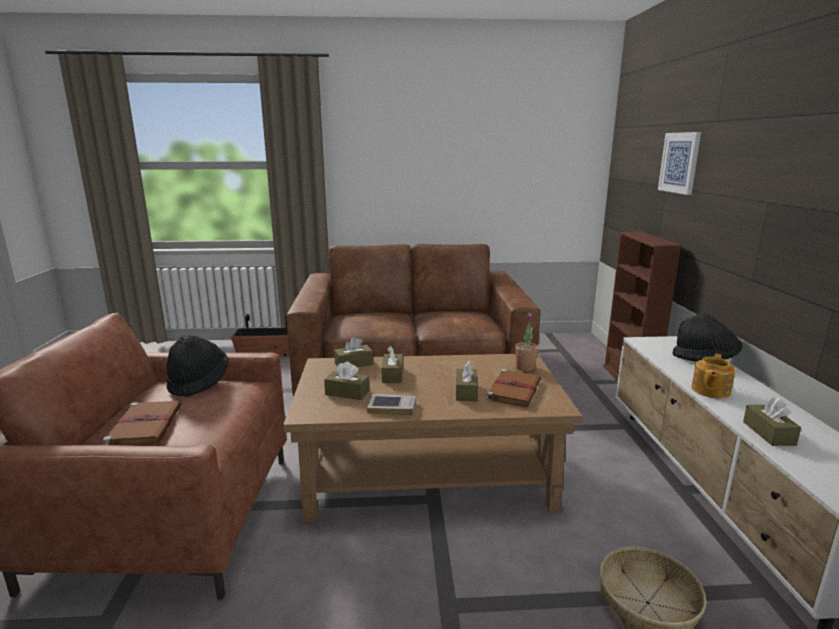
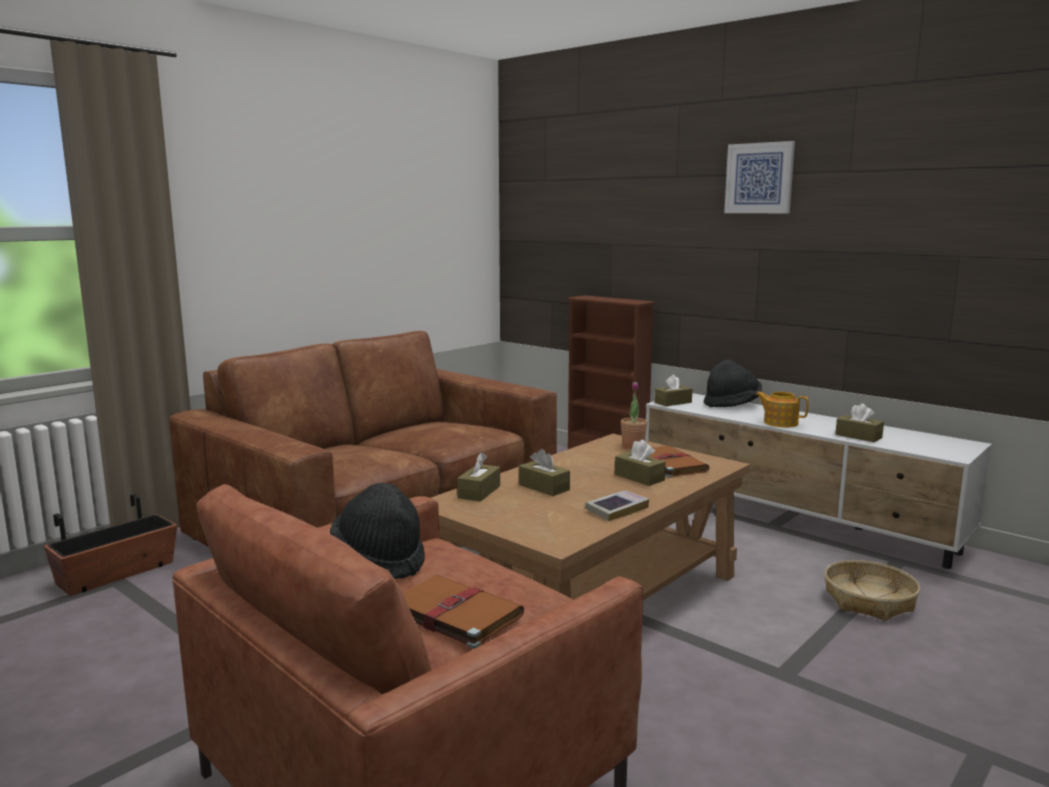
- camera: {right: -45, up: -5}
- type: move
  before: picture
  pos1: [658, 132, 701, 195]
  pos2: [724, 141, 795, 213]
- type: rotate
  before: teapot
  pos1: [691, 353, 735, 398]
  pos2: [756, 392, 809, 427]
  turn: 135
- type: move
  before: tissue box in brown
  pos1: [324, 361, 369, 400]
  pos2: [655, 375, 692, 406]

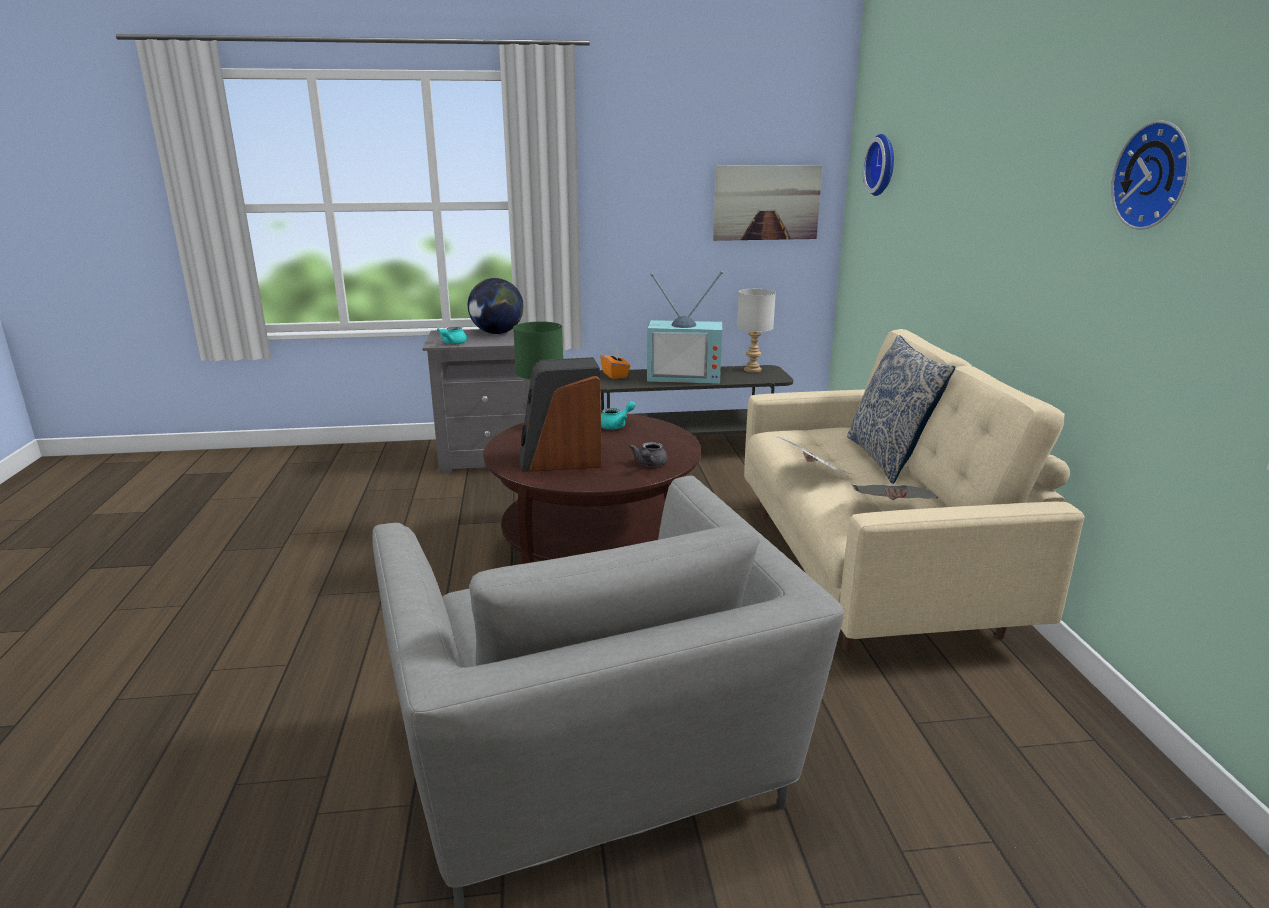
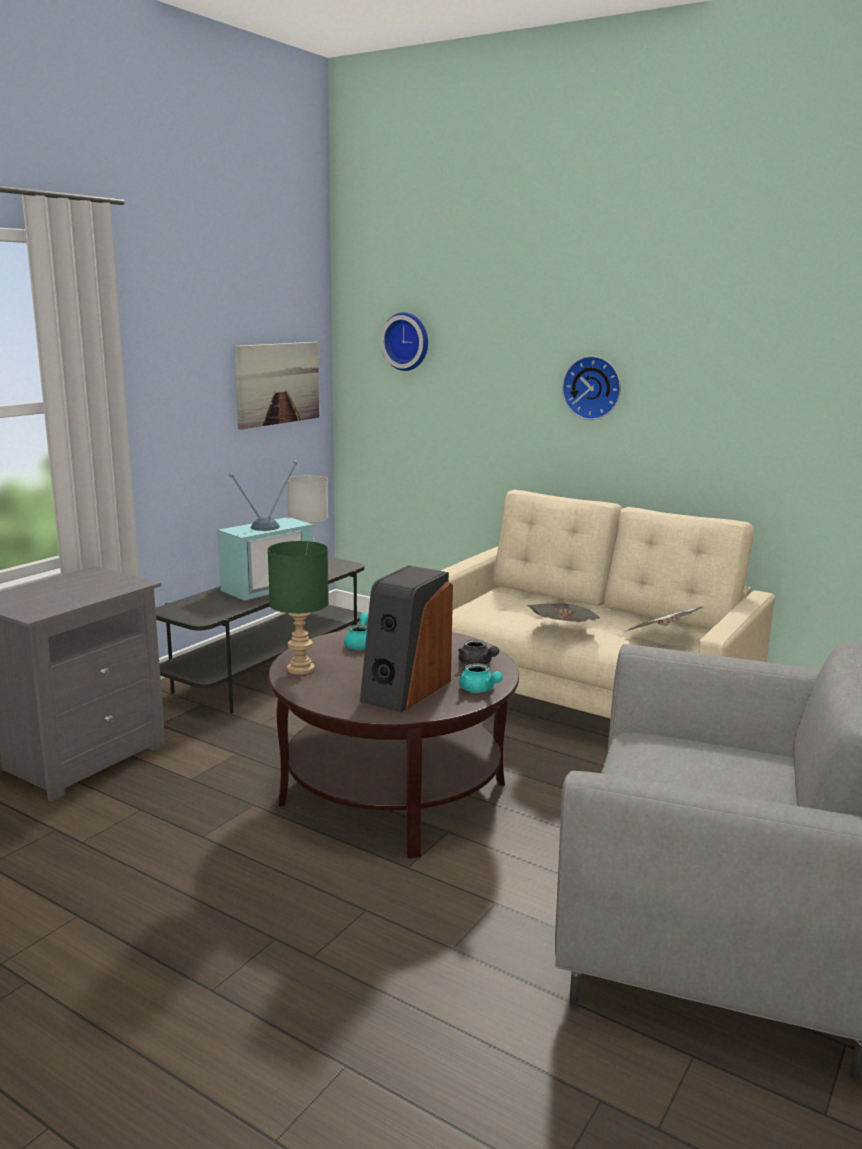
- camera: {right: -50, up: -5}
- type: move
  before: wall clock
  pos1: [1111, 121, 1190, 229]
  pos2: [562, 356, 621, 420]
- type: delete
  before: globe
  pos1: [468, 278, 524, 334]
- type: move
  before: teapot in turquoise
  pos1: [437, 327, 467, 344]
  pos2: [459, 663, 503, 693]
- type: delete
  before: pillow
  pos1: [847, 335, 955, 484]
- type: delete
  before: tissue box in orange
  pos1: [600, 348, 630, 379]

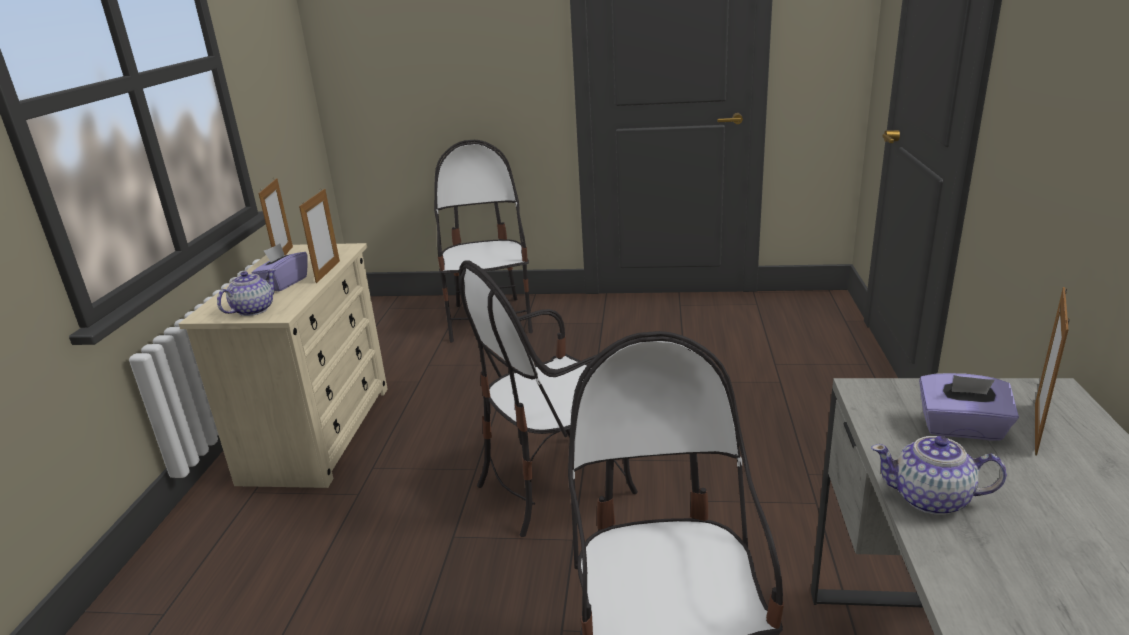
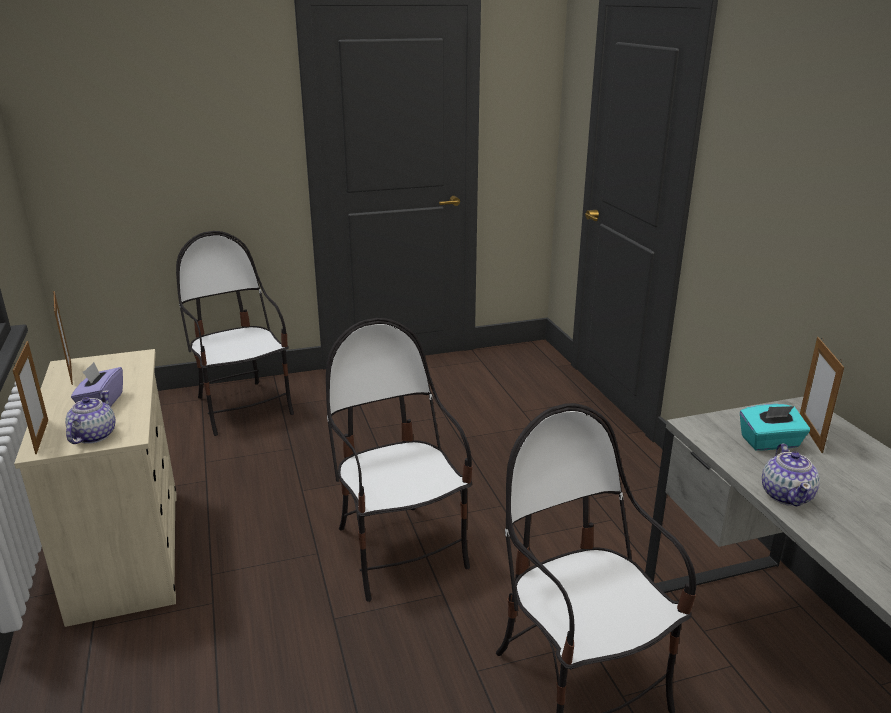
- camera: {right: -25, up: 0}
- type: move
  before: picture frame
  pos1: [299, 188, 340, 283]
  pos2: [13, 341, 48, 454]
- type: rotate
  before: chair
  pos1: [459, 260, 638, 537]
  pos2: [326, 318, 473, 602]
  turn: 120
- type: recolor
  before: tissue box in purple
  after: tissue box in turquoise
  pos1: [919, 373, 1019, 441]
  pos2: [740, 404, 810, 451]
- type: rotate
  before: teapot
  pos1: [871, 436, 1007, 515]
  pos2: [762, 443, 820, 506]
  turn: -75

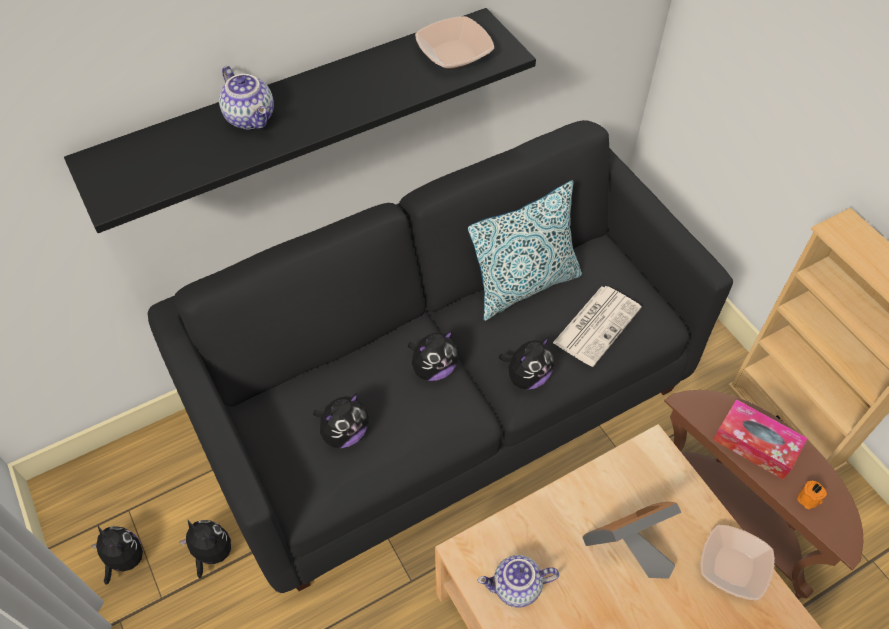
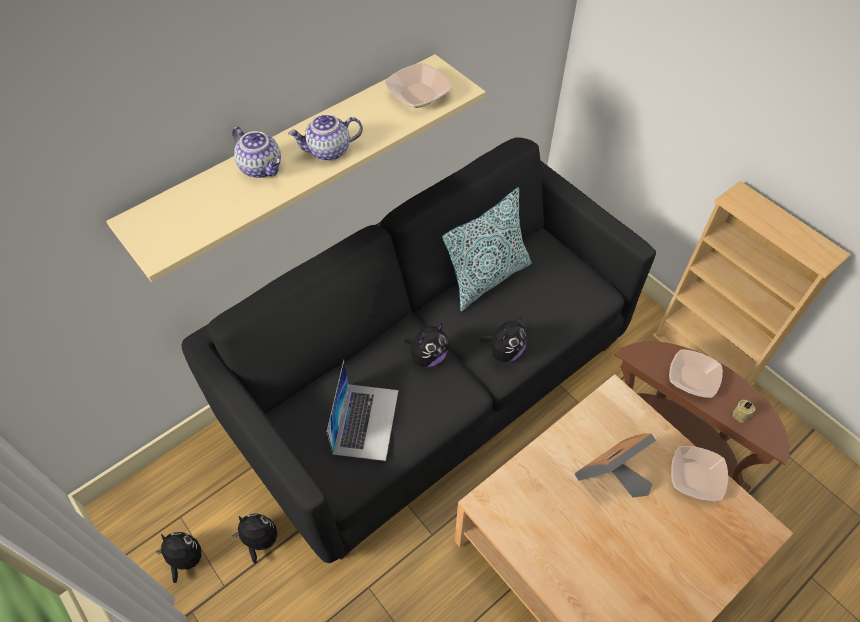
- camera: {right: -10, up: 0}
- type: recolor
  before: shelf in black
  after: shelf in beige
  pos1: [64, 8, 536, 233]
  pos2: [106, 54, 486, 282]
- type: delete
  before: newspaper
  pos1: [553, 286, 642, 367]
- type: replace
  before: plush toy
  after: laptop
  pos1: [313, 393, 368, 448]
  pos2: [327, 360, 398, 461]
- type: replace
  before: tissue box
  after: bowl
  pos1: [713, 399, 808, 480]
  pos2: [669, 349, 723, 398]
- type: recolor
  before: candle in orange
  after: candle in beige
  pos1: [797, 480, 827, 509]
  pos2: [733, 400, 756, 423]
- type: move
  before: teapot
  pos1: [477, 555, 559, 608]
  pos2: [288, 114, 363, 161]

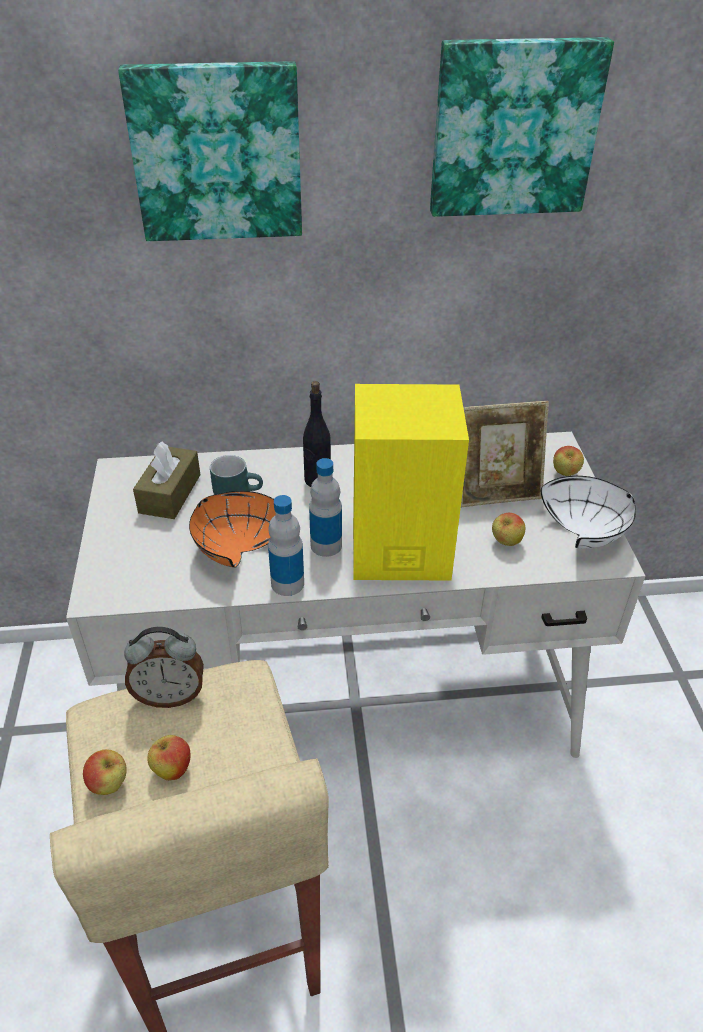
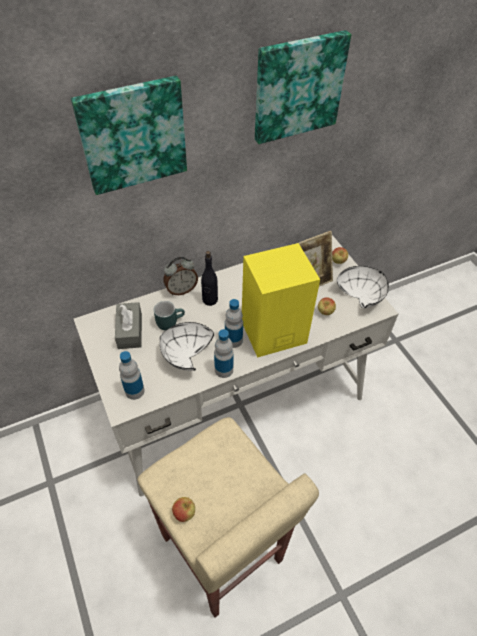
- camera: {right: -20, up: 10}
- type: recolor
  before: tissue box in brown
  after: tissue box in grey
  pos1: [133, 442, 201, 519]
  pos2: [115, 302, 142, 349]
- type: recolor
  before: bowl in orange
  after: bowl in white
  pos1: [189, 491, 276, 568]
  pos2: [160, 322, 214, 371]
- type: move
  before: alarm clock
  pos1: [124, 627, 204, 708]
  pos2: [163, 257, 198, 295]
- type: delete
  before: apple
  pos1: [147, 735, 190, 781]
- type: insert
  after: bottle
  pos2: [119, 351, 145, 400]

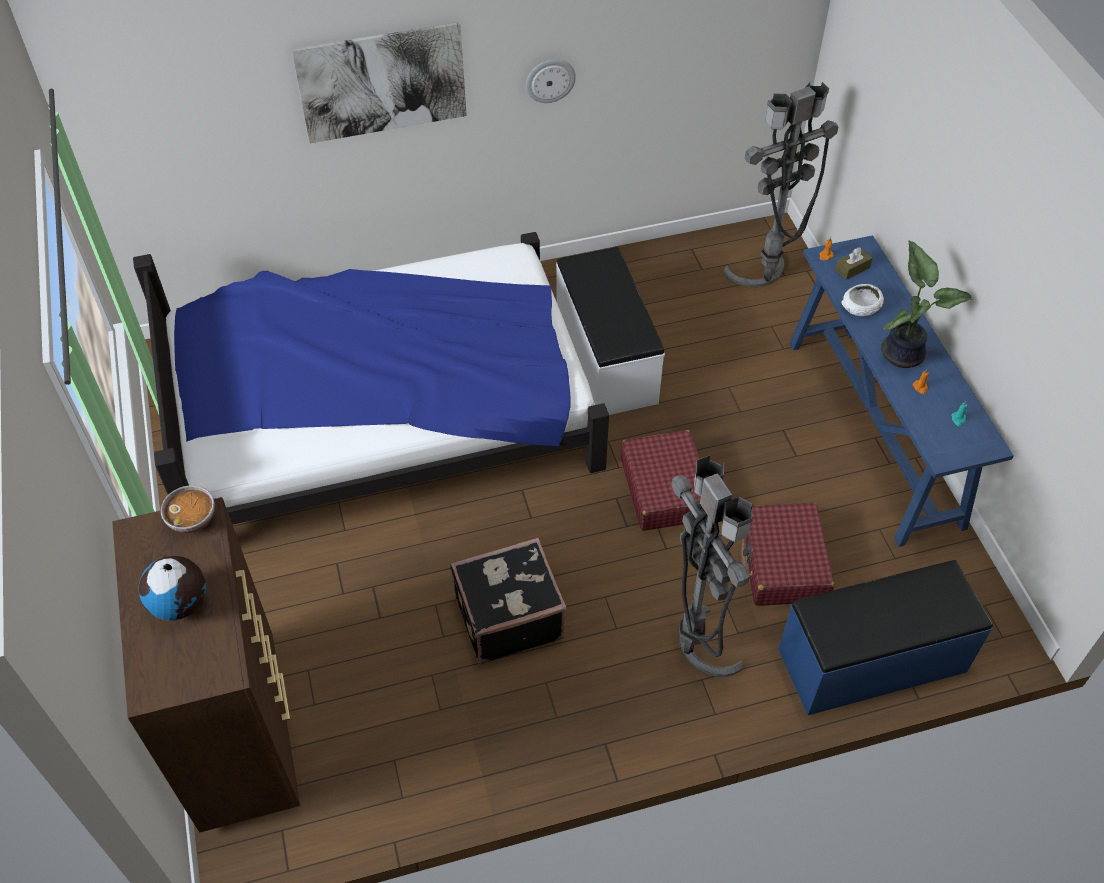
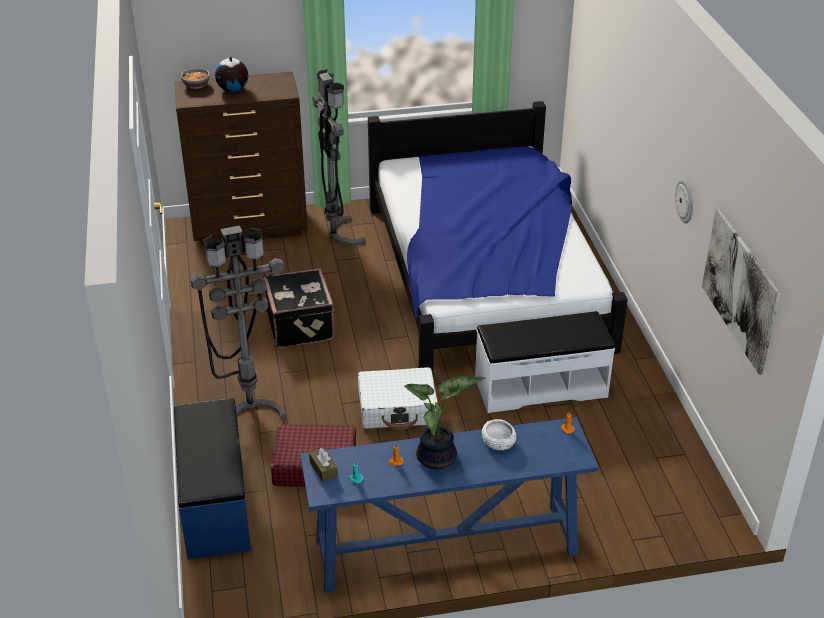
- camera: {right: 95, up: -15}
- type: move
  before: picture
  pos1: [291, 22, 467, 143]
  pos2: [702, 208, 781, 375]
- type: move
  before: floor lamp in grey
  pos1: [724, 82, 838, 287]
  pos2: [312, 69, 365, 246]
- type: move
  before: tissue box in brown
  pos1: [835, 248, 872, 280]
  pos2: [309, 448, 338, 482]
- type: recolor
  before: suitcase in red
  after: suitcase in white
  pos1: [621, 430, 708, 531]
  pos2: [358, 367, 438, 430]
- type: move
  before: bowl
  pos1: [161, 485, 215, 533]
  pos2: [181, 68, 210, 89]

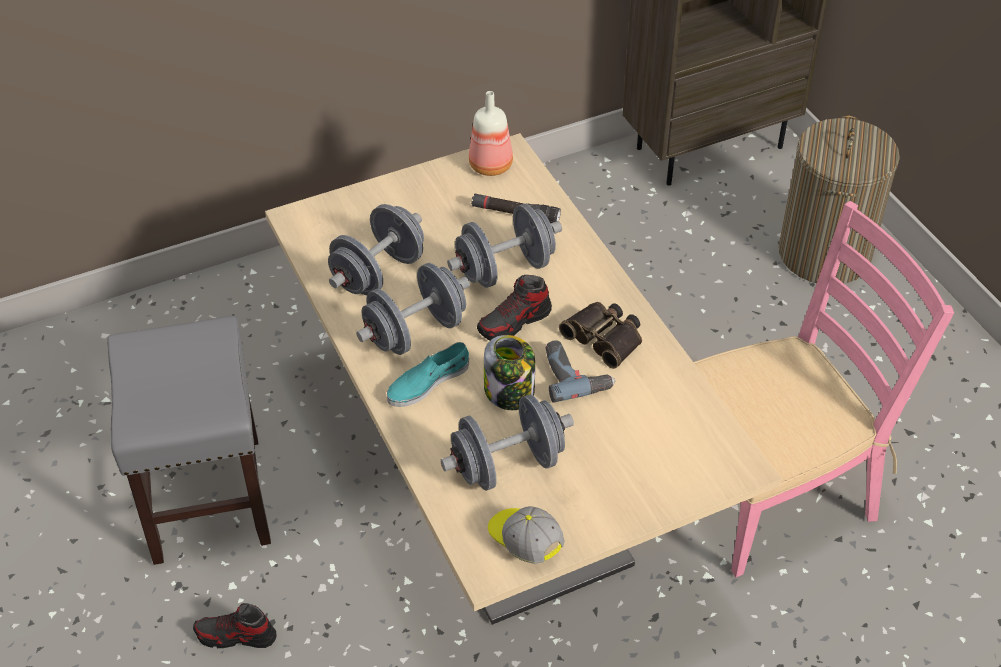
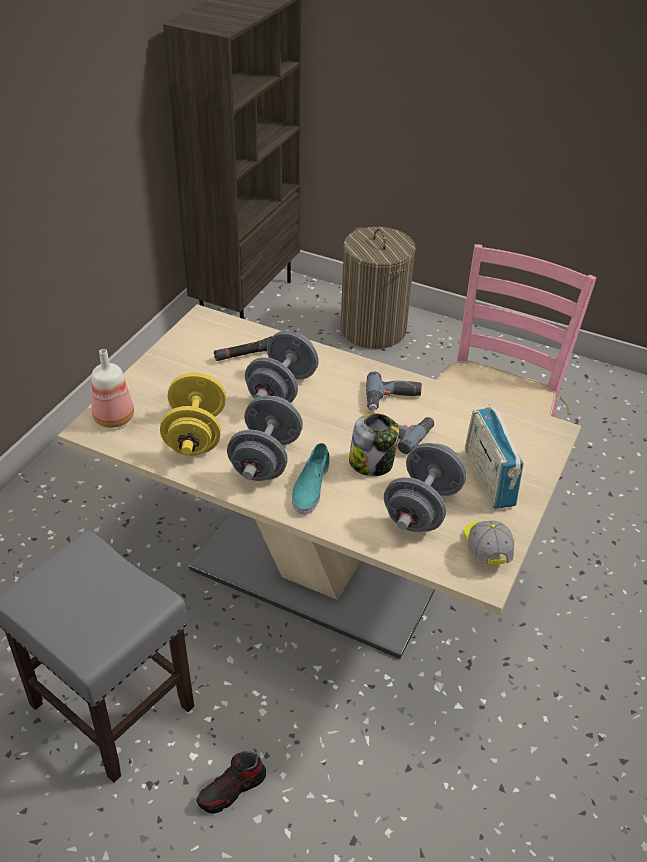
- camera: {right: -40, up: -5}
- type: move
  before: bottle
  pos1: [469, 91, 513, 176]
  pos2: [91, 349, 134, 428]
- type: recolor
  before: dumbbell in grey
  after: dumbbell in yellow
  pos1: [328, 204, 424, 295]
  pos2: [160, 373, 226, 456]
- type: delete
  before: shoe
  pos1: [477, 275, 552, 341]
- type: replace
  before: binoculars
  after: power drill
  pos1: [559, 302, 642, 369]
  pos2: [366, 371, 422, 411]
- type: rotate
  before: cap
  pos1: [488, 506, 565, 564]
  pos2: [464, 521, 514, 564]
  turn: 75
- type: insert
  after: radio
  pos2: [465, 405, 524, 509]

